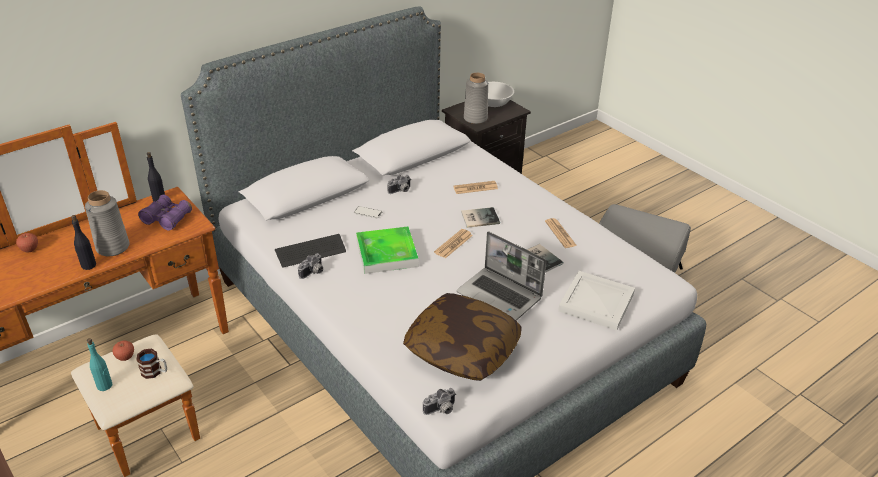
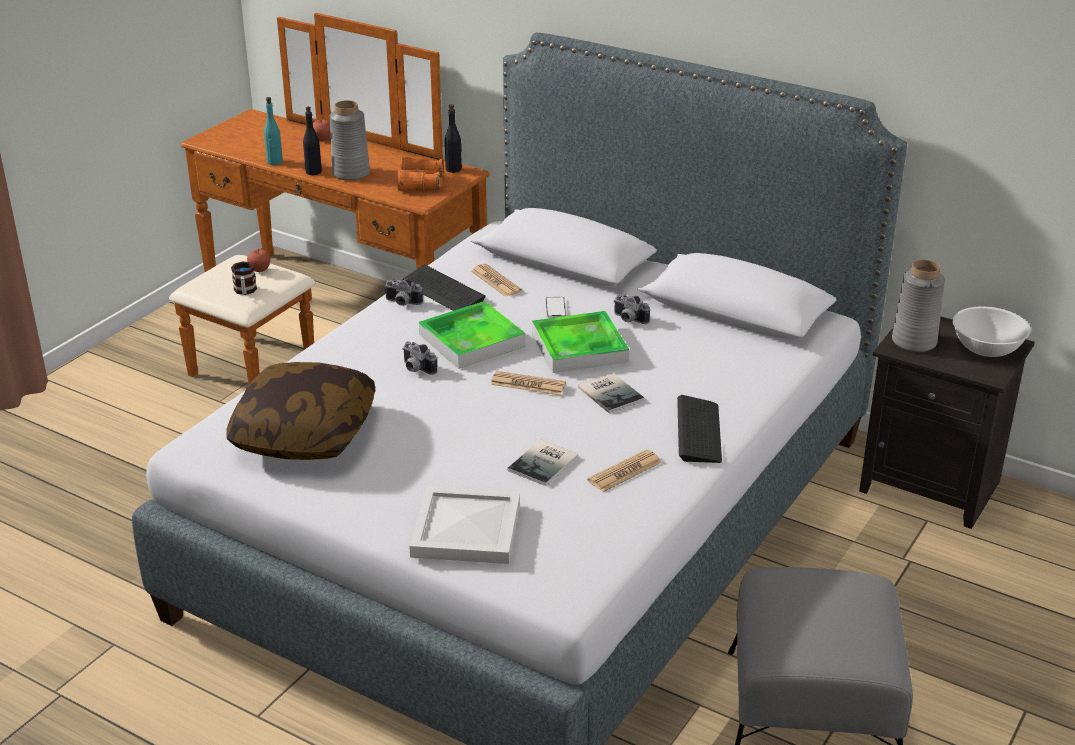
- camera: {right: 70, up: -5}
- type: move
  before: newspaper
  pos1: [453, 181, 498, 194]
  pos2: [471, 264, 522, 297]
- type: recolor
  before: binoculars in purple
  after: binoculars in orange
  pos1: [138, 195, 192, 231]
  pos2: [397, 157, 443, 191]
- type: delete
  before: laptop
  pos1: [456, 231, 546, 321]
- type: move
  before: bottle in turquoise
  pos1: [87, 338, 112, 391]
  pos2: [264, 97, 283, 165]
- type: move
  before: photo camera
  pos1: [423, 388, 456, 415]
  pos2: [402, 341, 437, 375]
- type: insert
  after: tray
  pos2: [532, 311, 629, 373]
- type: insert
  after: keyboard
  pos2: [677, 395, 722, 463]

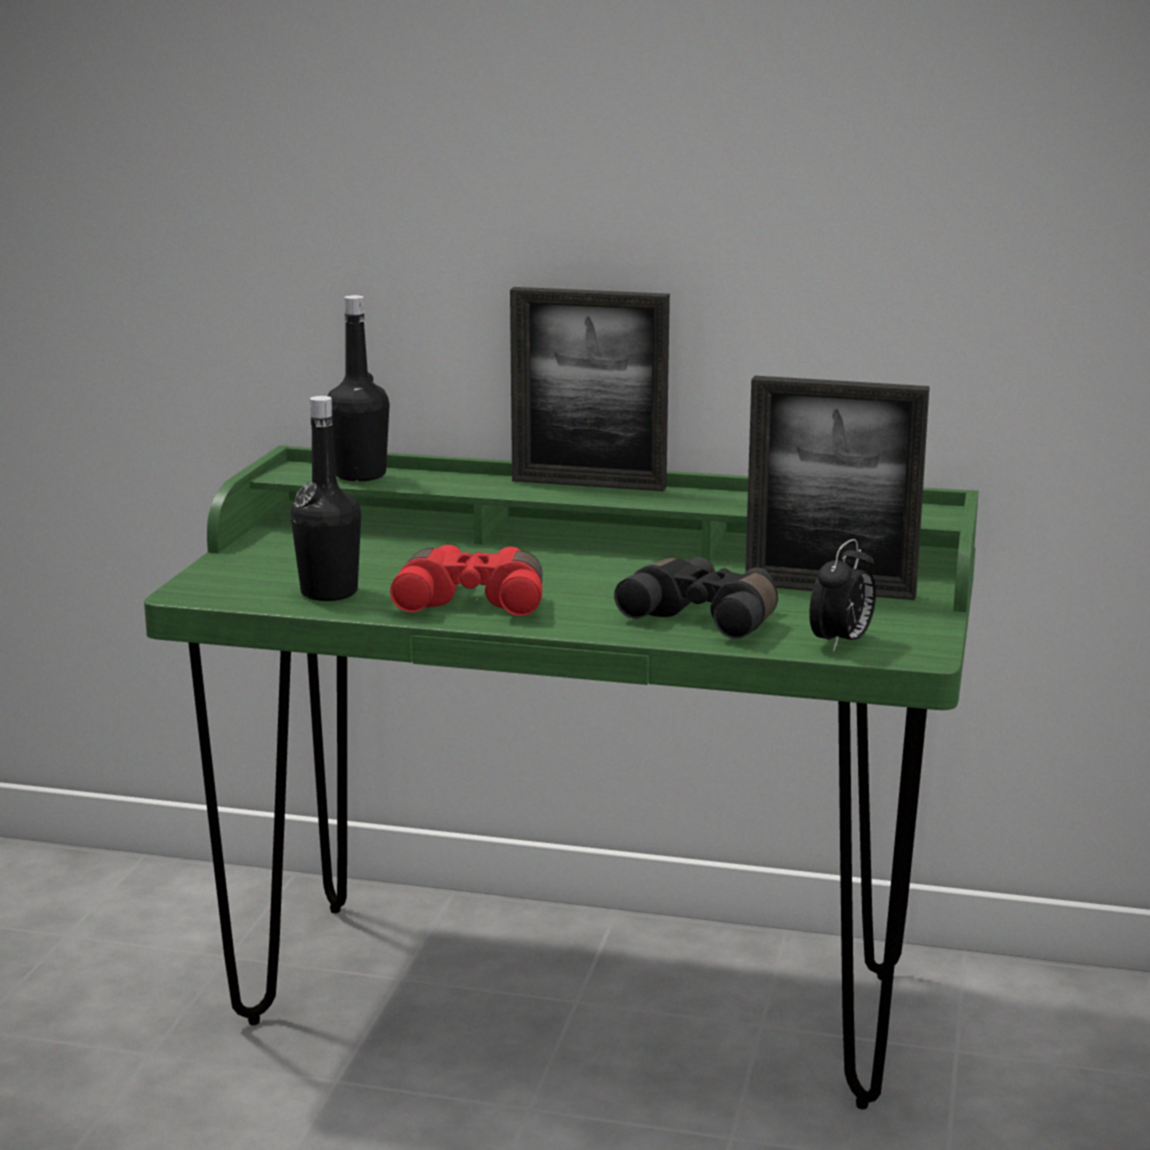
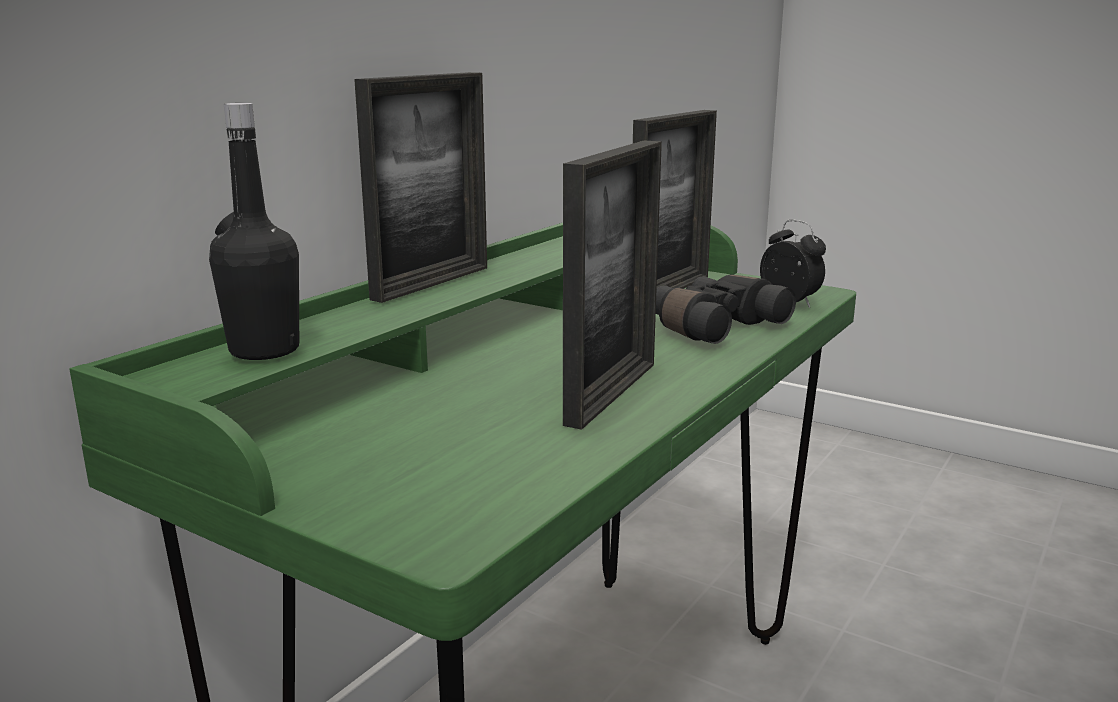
- camera: {right: -70, up: 0}
- type: delete
  before: bottle in black
  pos1: [291, 396, 361, 601]
- type: replace
  before: binoculars in red
  after: picture frame
  pos1: [390, 545, 542, 616]
  pos2: [563, 141, 662, 430]

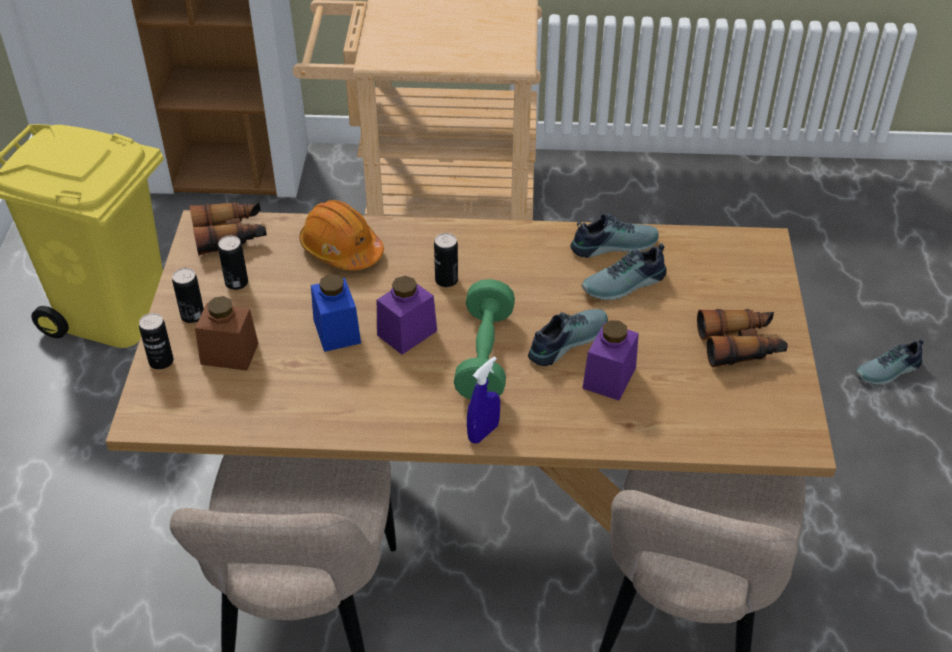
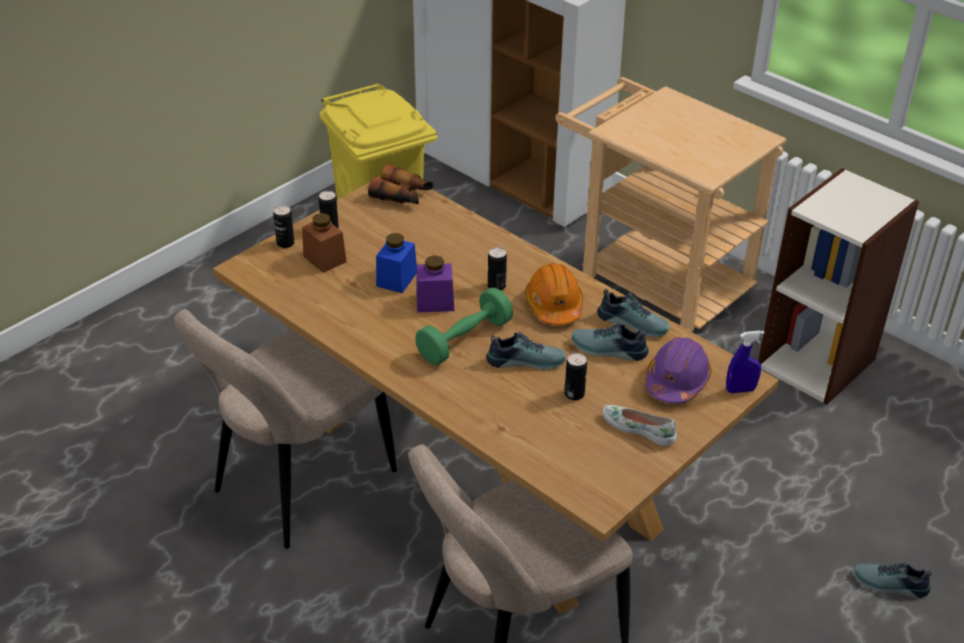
- camera: {right: 40, up: -5}
- type: move
  before: hard hat in orange
  pos1: [299, 200, 384, 270]
  pos2: [525, 263, 583, 325]
- type: move
  before: can
  pos1: [218, 236, 248, 290]
  pos2: [564, 353, 587, 400]
- type: replace
  before: binoculars
  after: shoe in white
  pos1: [697, 309, 788, 368]
  pos2: [602, 405, 677, 446]
- type: delete
  before: jar in purple
  pos1: [582, 320, 639, 401]
- type: move
  before: spray bottle in blue
  pos1: [467, 356, 500, 444]
  pos2: [726, 331, 765, 393]
- type: insert
  after: bookcase
  pos2: [758, 168, 919, 405]
- type: insert
  after: hard hat in purple
  pos2: [645, 337, 712, 404]

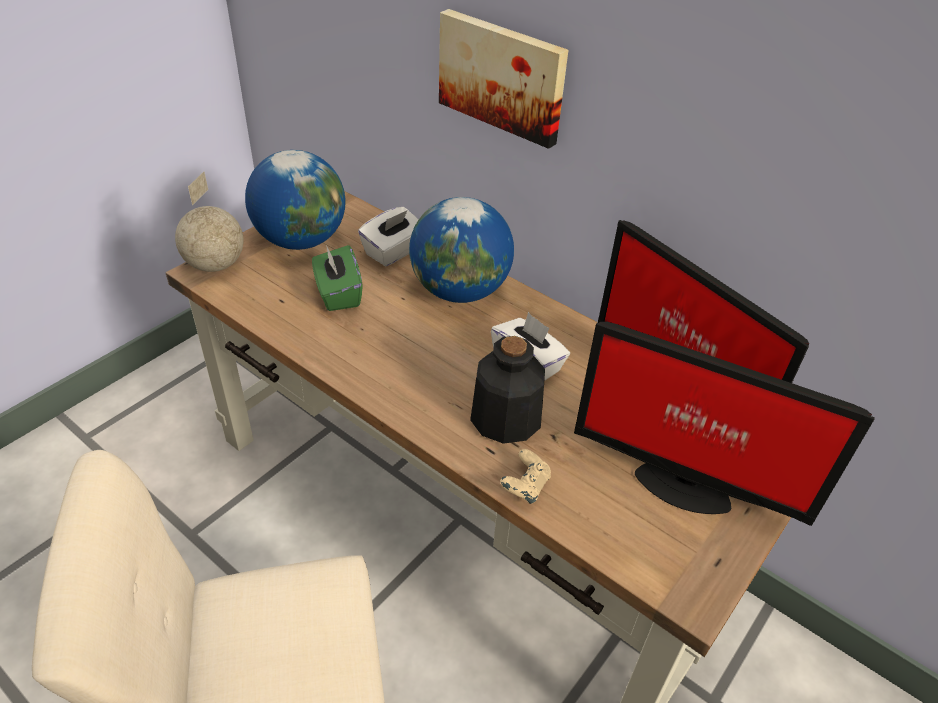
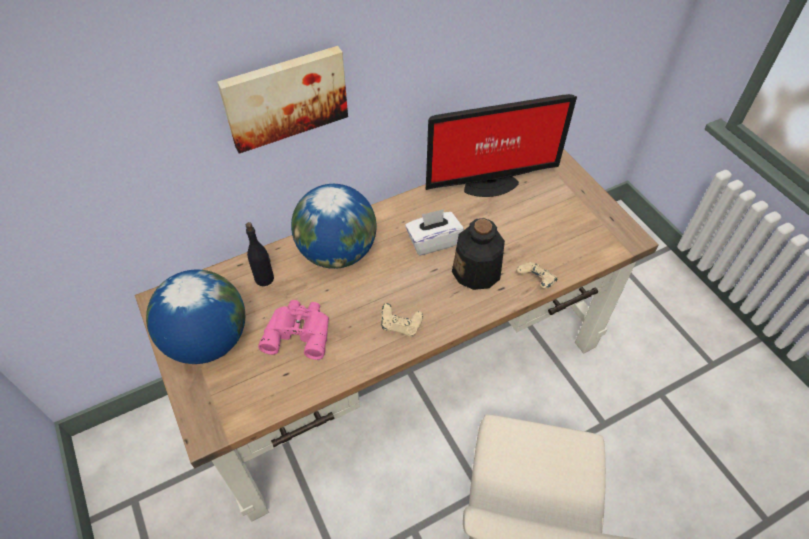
- camera: {right: -65, up: 10}
- type: delete
  before: globe
  pos1: [175, 172, 244, 272]
- type: replace
  before: tissue box in white
  after: bottle in black
  pos1: [358, 207, 419, 266]
  pos2: [246, 222, 274, 286]
- type: replace
  before: tissue box in green
  after: binoculars in pink
  pos1: [312, 245, 363, 311]
  pos2: [258, 300, 329, 360]
- type: delete
  before: monitor
  pos1: [574, 322, 875, 526]
- type: insert
  after: game controller in beige
  pos2: [381, 303, 423, 337]

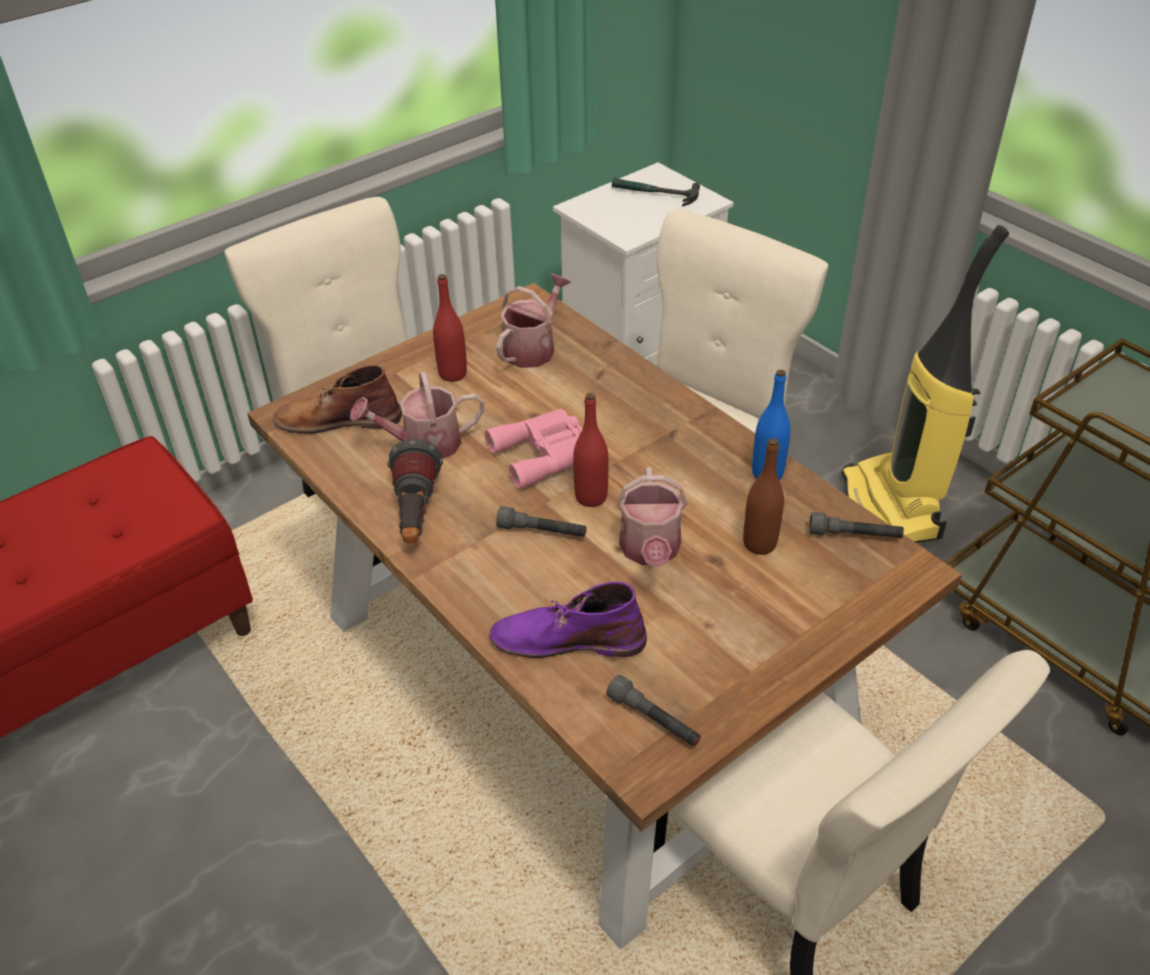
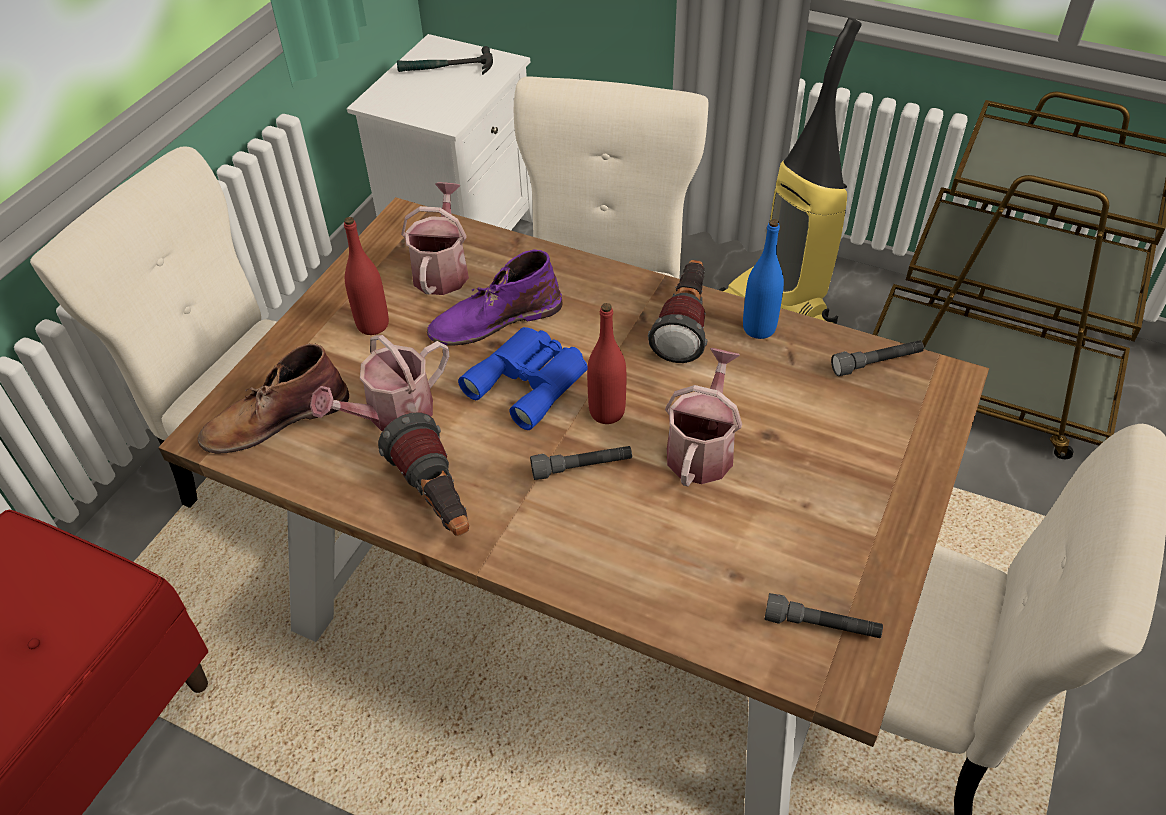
- camera: {right: -25, up: 5}
- type: recolor
  before: binoculars in pink
  after: binoculars in blue
  pos1: [485, 409, 582, 489]
  pos2: [458, 327, 588, 430]
- type: delete
  before: bottle in brown
  pos1: [743, 438, 784, 555]
- type: rotate
  before: watering can
  pos1: [616, 467, 687, 568]
  pos2: [665, 348, 742, 487]
  turn: -135
- type: move
  before: boot in purple
  pos1: [490, 581, 647, 658]
  pos2: [427, 250, 563, 346]
- type: insert
  after: flashlight
  pos2: [648, 260, 707, 363]

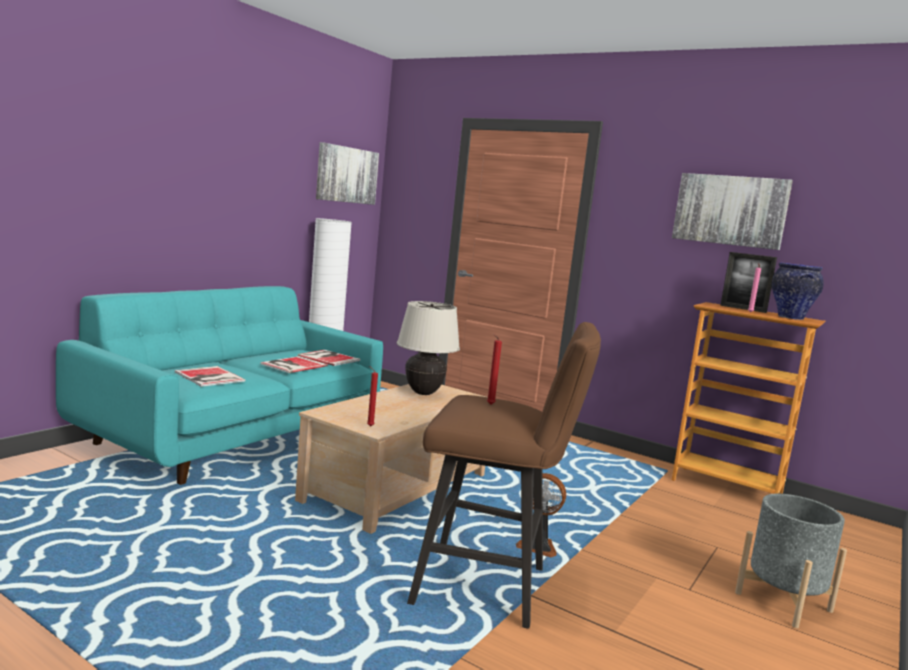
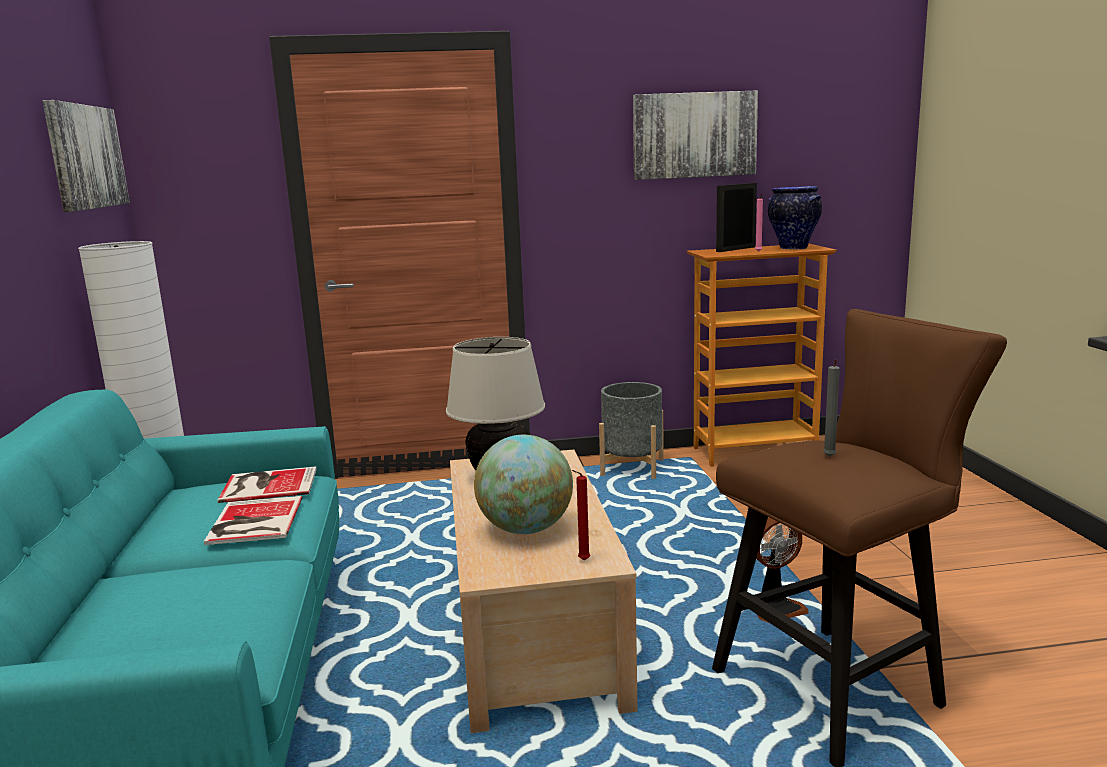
- camera: {right: -40, up: 5}
- type: rotate
  before: picture frame
  pos1: [720, 252, 777, 313]
  pos2: [716, 183, 757, 252]
  turn: 150
- type: recolor
  before: candle in red
  after: candle in grey
  pos1: [487, 334, 502, 405]
  pos2: [823, 359, 840, 457]
- type: delete
  before: book
  pos1: [175, 366, 246, 387]
- type: move
  before: planter in grey
  pos1: [735, 494, 847, 628]
  pos2: [599, 382, 664, 479]
- type: insert
  after: globe
  pos2: [474, 435, 573, 534]

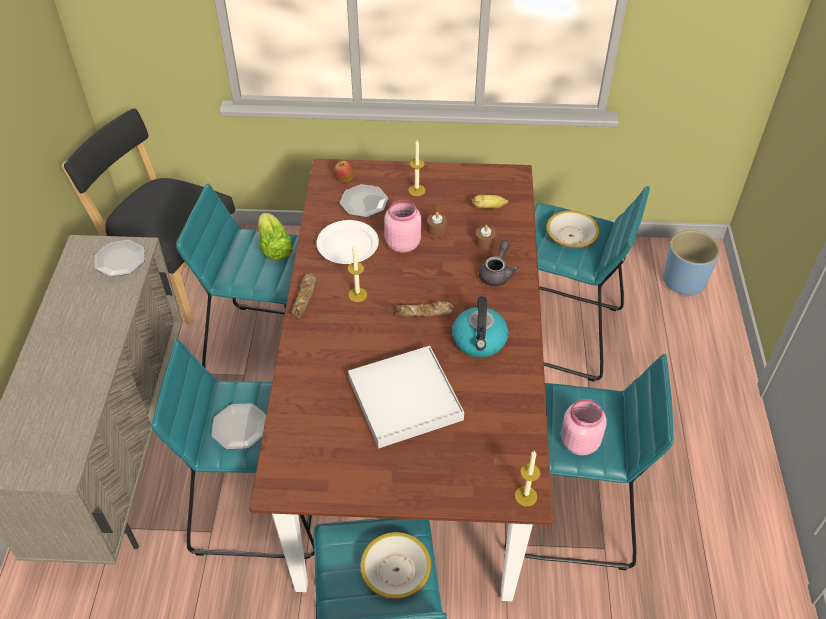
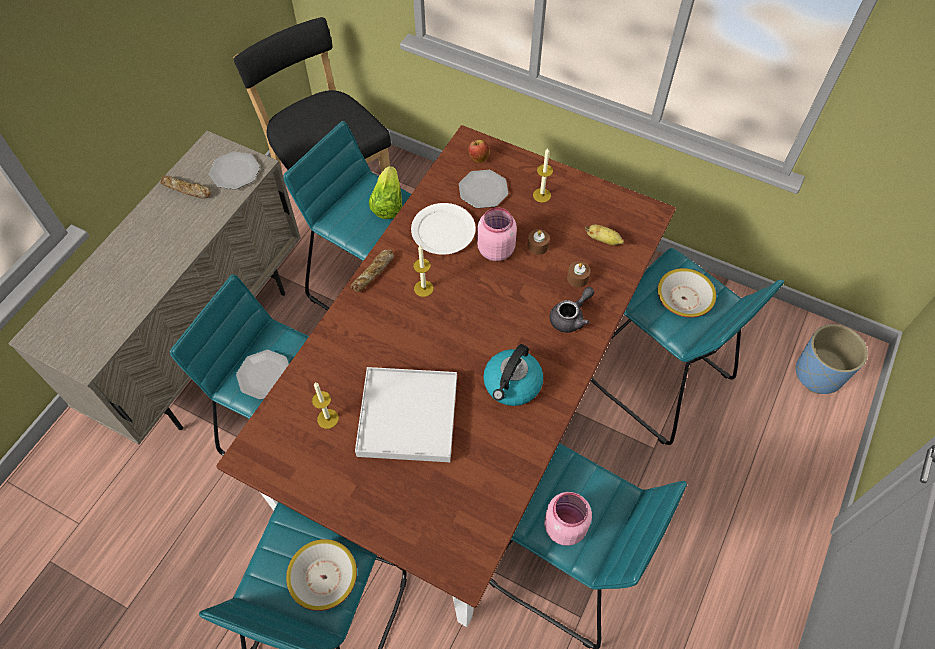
- camera: {right: 25, up: 10}
- type: move
  before: bread
  pos1: [395, 301, 455, 317]
  pos2: [160, 175, 211, 199]
- type: move
  before: candle
  pos1: [515, 450, 541, 506]
  pos2: [312, 382, 339, 429]

